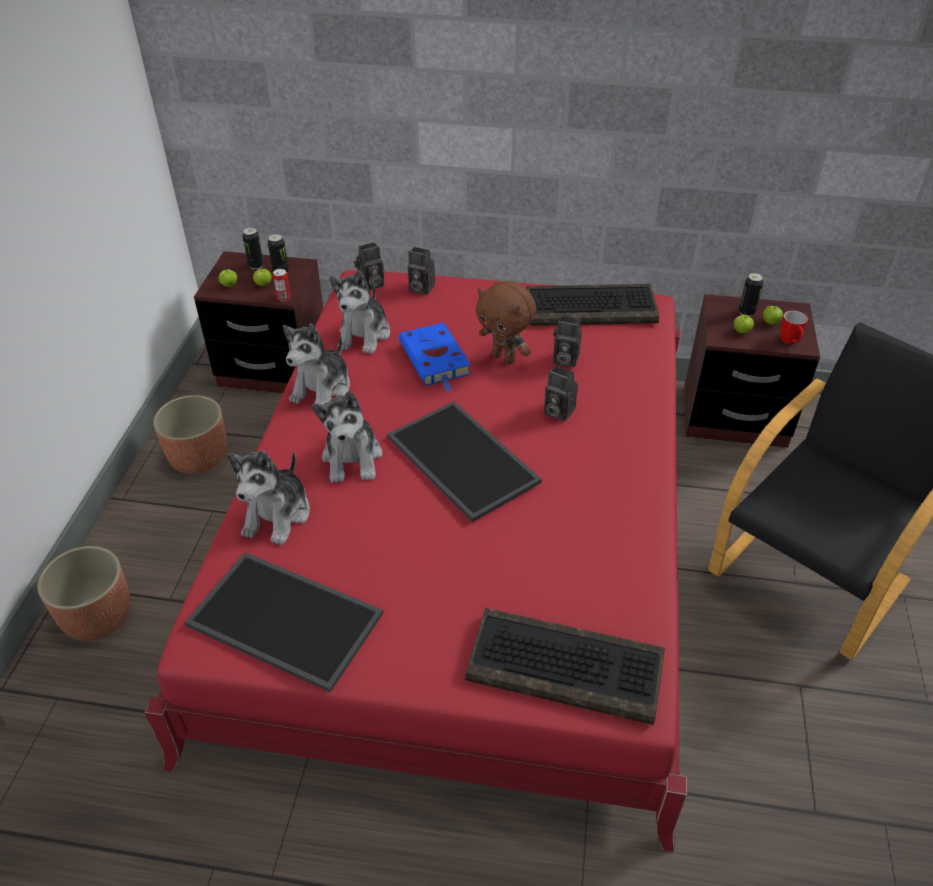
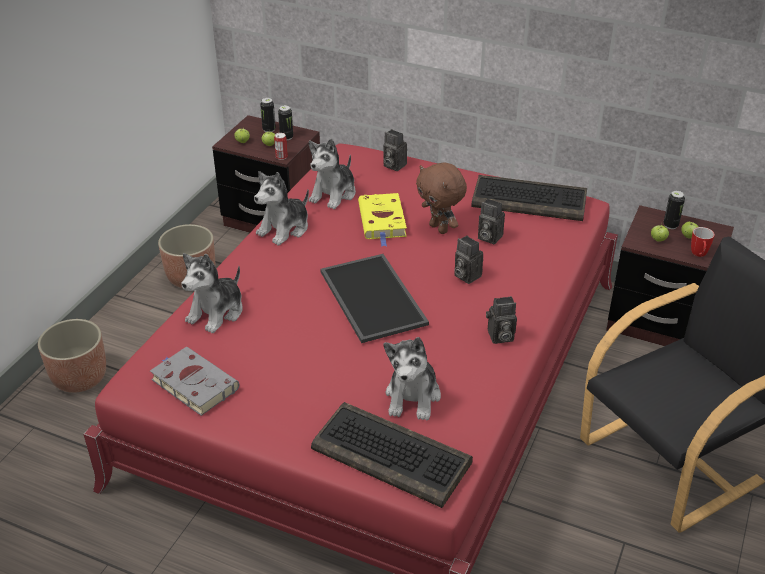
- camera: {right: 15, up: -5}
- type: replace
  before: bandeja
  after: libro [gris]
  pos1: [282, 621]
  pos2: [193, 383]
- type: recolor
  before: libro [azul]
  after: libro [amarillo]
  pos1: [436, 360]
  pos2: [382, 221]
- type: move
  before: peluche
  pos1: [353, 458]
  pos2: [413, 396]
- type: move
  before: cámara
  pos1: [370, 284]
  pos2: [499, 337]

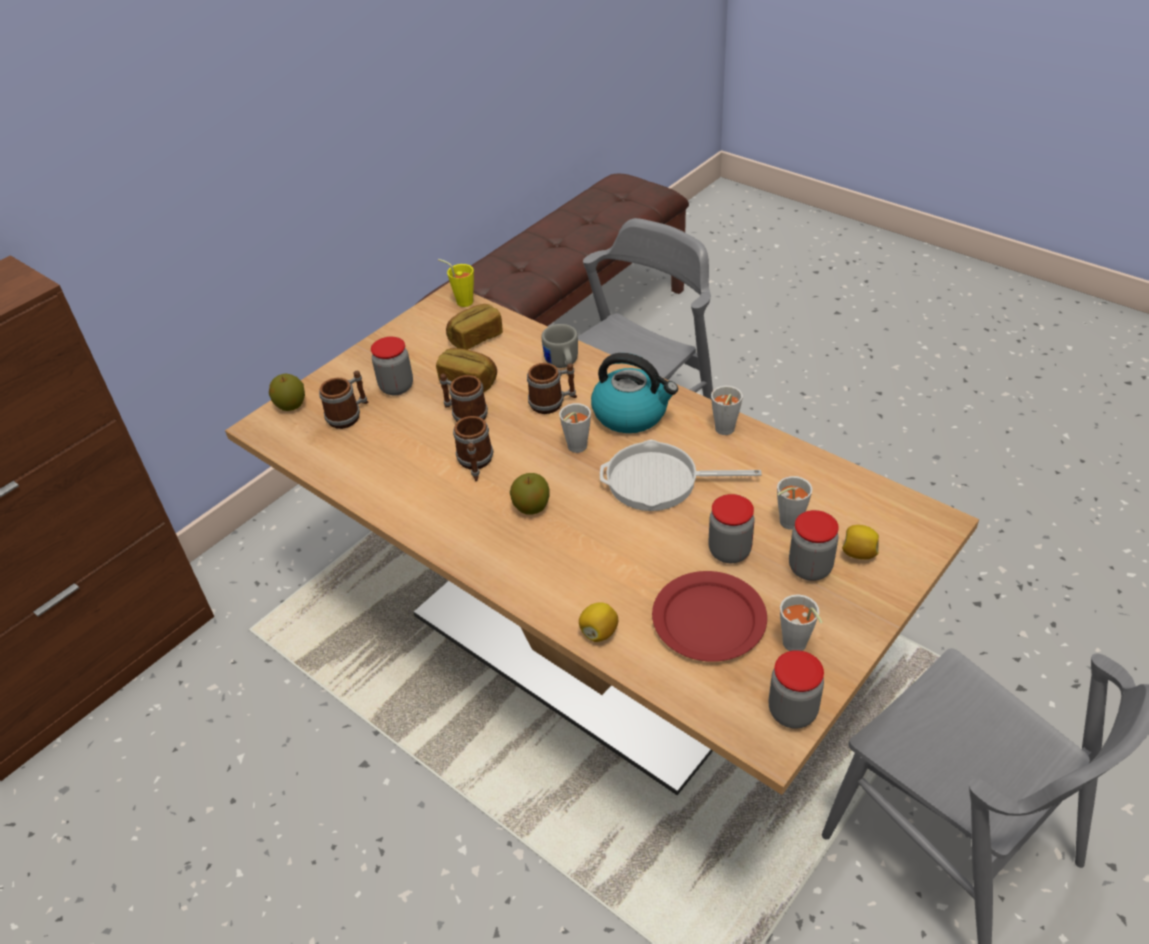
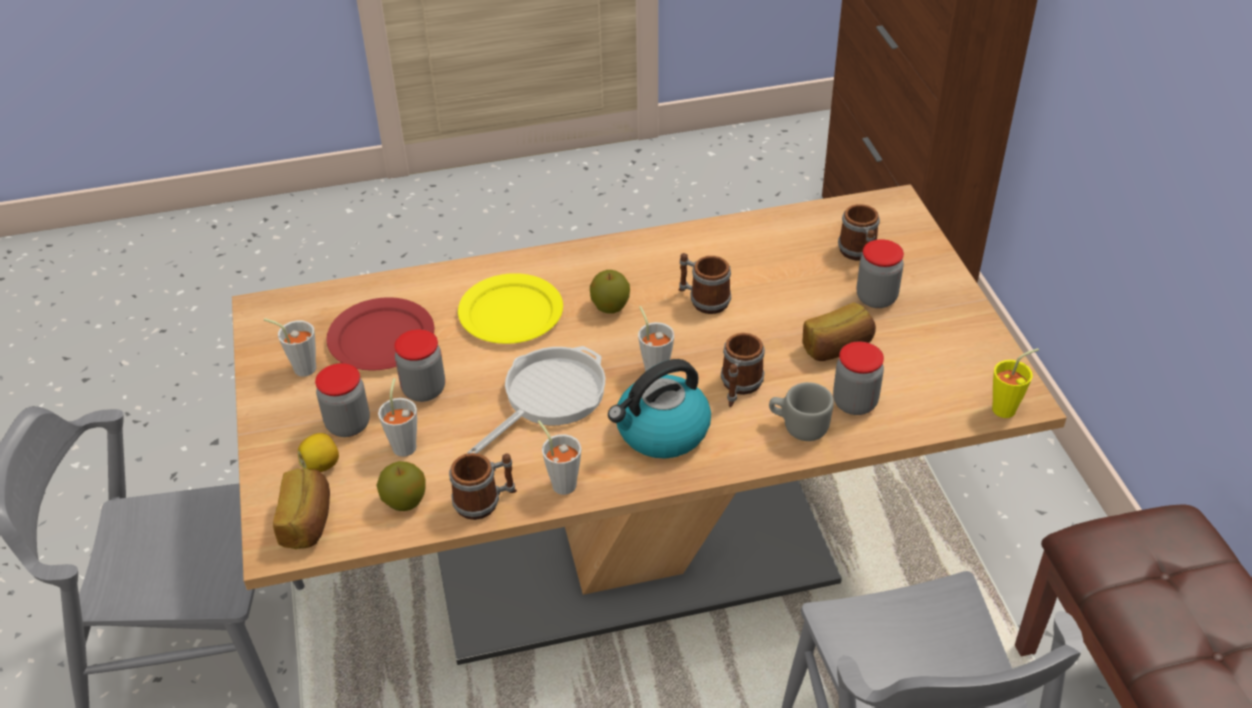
- camera: {right: 125, up: 0}
- type: move
  before: pan
  pos1: [475, 337]
  pos2: [308, 521]
- type: move
  before: manzana
  pos1: [291, 405]
  pos2: [405, 501]
- type: move
  before: taza grande
  pos1: [464, 414]
  pos2: [485, 501]
- type: insert
  after: plato [amarillo]
  pos2: [510, 313]
- type: move
  before: tarro
  pos1: [792, 711]
  pos2: [854, 403]
- type: delete
  before: limón
  pos1: [599, 632]

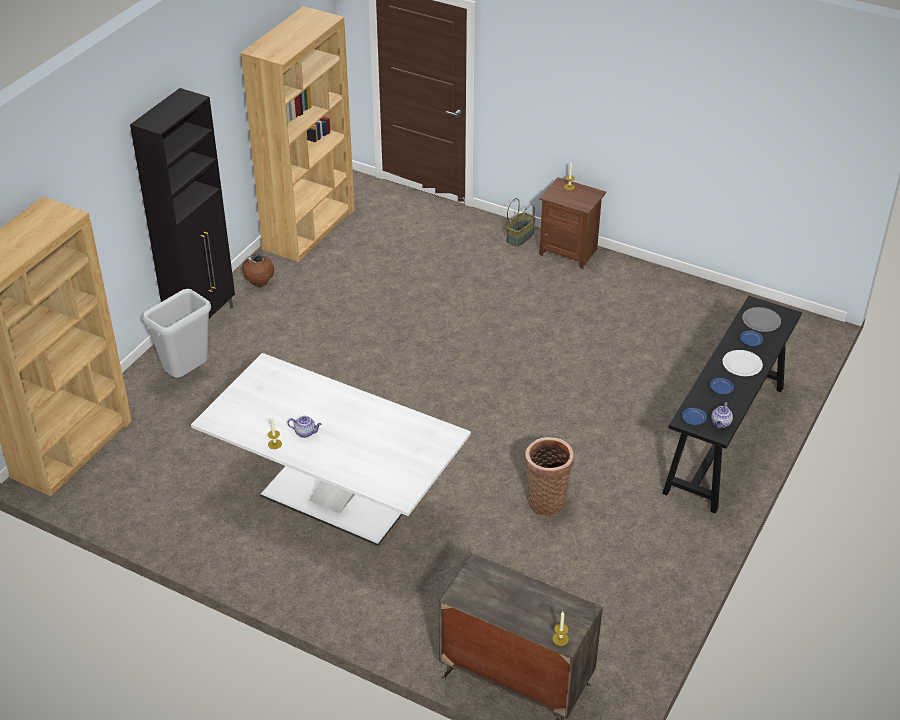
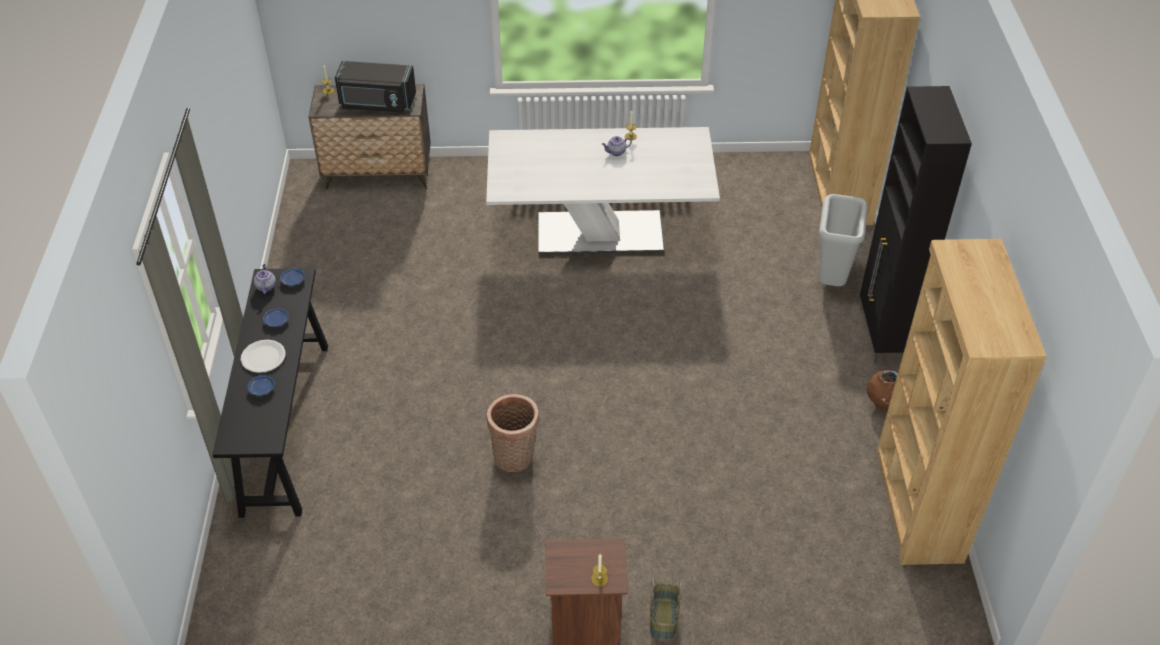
- camera: {right: 150, up: 5}
- type: insert
  after: microondas [negro]
  pos2: [377, 103]
- type: move
  before: cesta
  pos1: [546, 500]
  pos2: [515, 458]
- type: delete
  before: plato [gris]
  pos1: [761, 320]

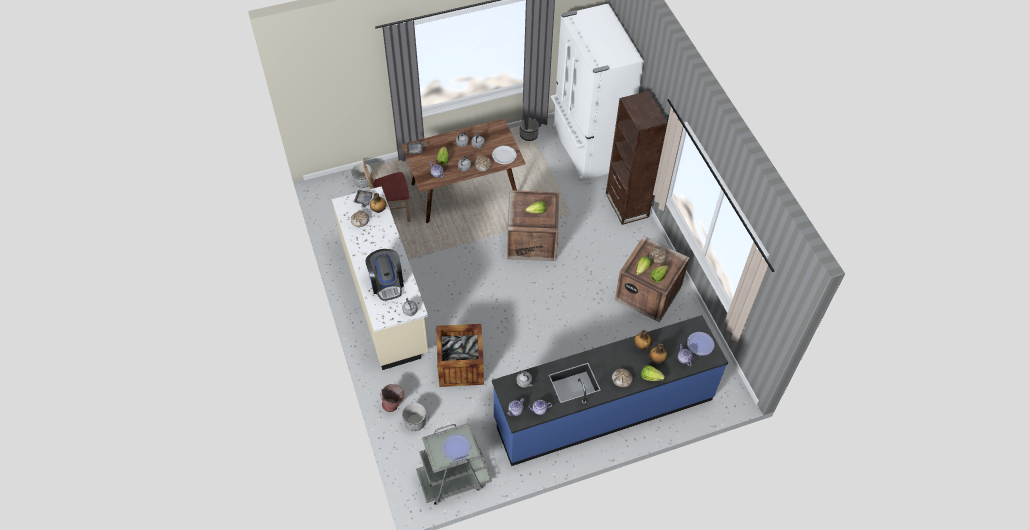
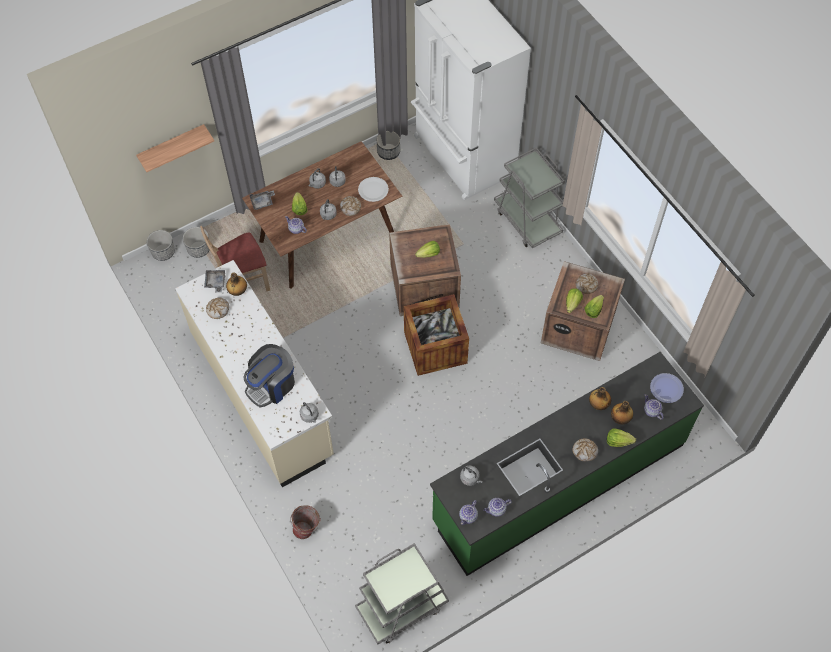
- camera: {right: -10, up: 5}
- type: insert
  after: estante
  pos2: [172, 147]
- type: move
  before: maceta
  pos1: [415, 422]
  pos2: [163, 252]
- type: rotate
  before: cafetera
  pos1: [387, 283]
  pos2: [272, 385]
  turn: 75
- type: move
  before: caja de embalaje
  pos1: [461, 366]
  pos2: [435, 347]
- type: recolor
  before: mueble bajo de cocina [azul]
  after: mueble bajo de cocina [verde]
  pos1: [603, 409]
  pos2: [558, 482]
- type: replace
  before: estantería [marrón]
  after: carrito [gris]
  pos1: [626, 205]
  pos2: [527, 220]
- type: delete
  before: plato
  pos1: [456, 448]

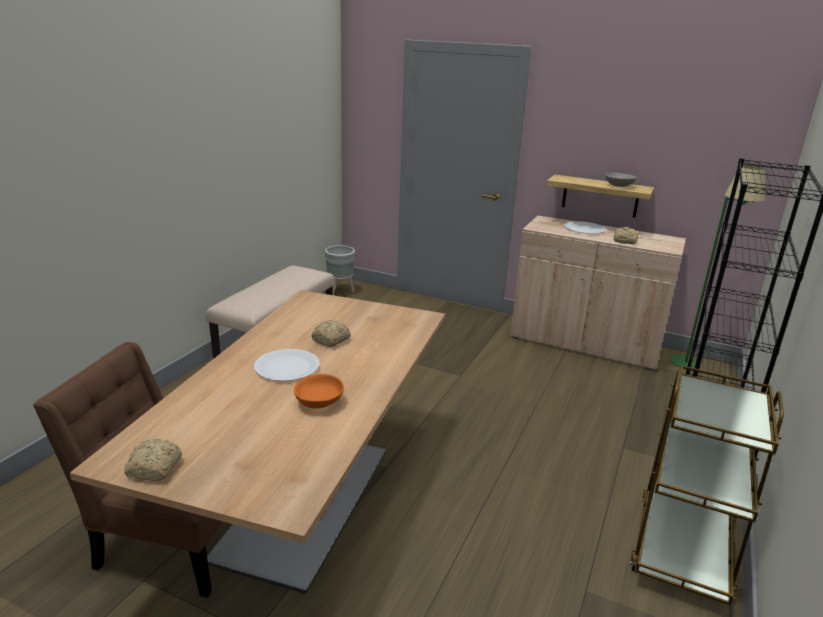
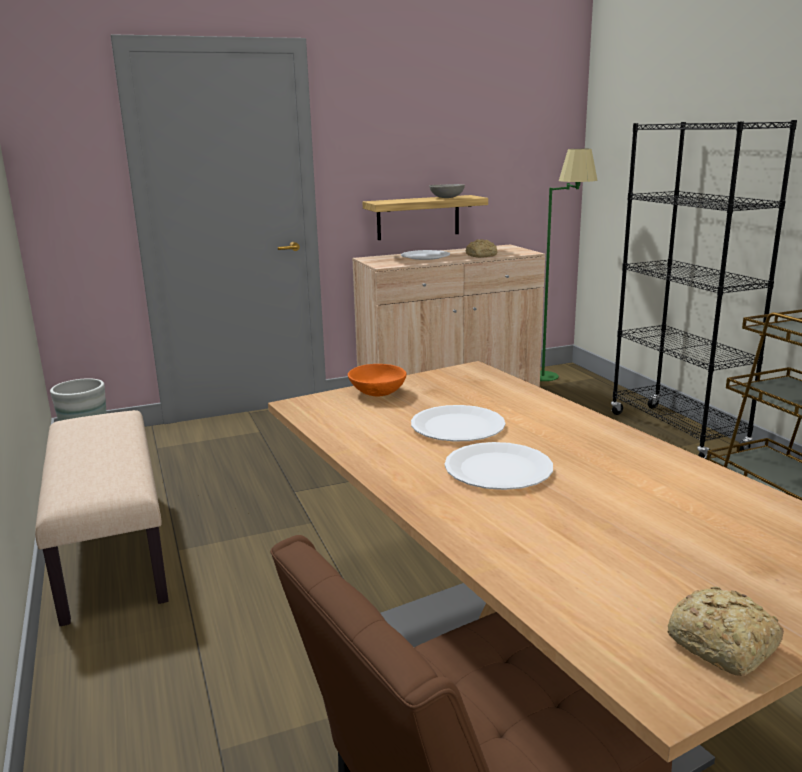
- camera: {right: -45, up: -5}
- type: move
  before: cuenco [naranja]
  pos1: [319, 402]
  pos2: [378, 393]
- type: replace
  before: pan
  after: plato [blanco]
  pos1: [330, 340]
  pos2: [457, 426]

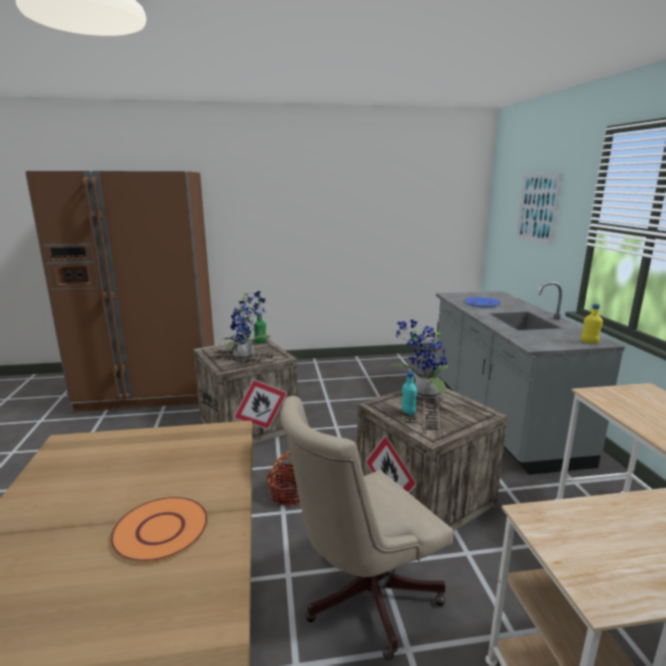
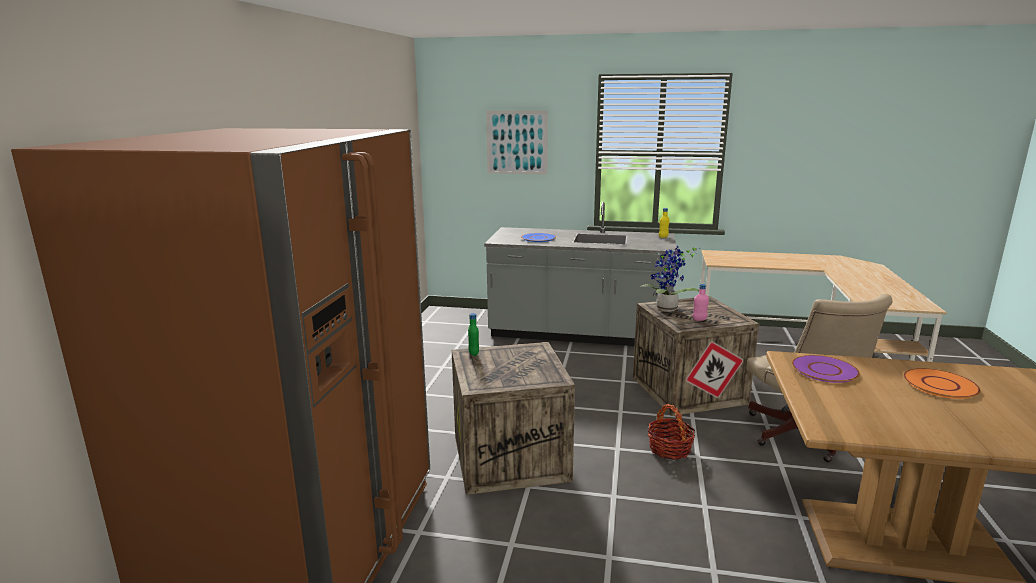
- camera: {right: -70, up: 0}
- type: recolor
  before: botella [turquesa]
  after: botella [rosa]
  pos1: [408, 412]
  pos2: [699, 319]
- type: insert
  after: plato [morado]
  pos2: [824, 370]
- type: delete
  before: planta en maceta
  pos1: [246, 357]

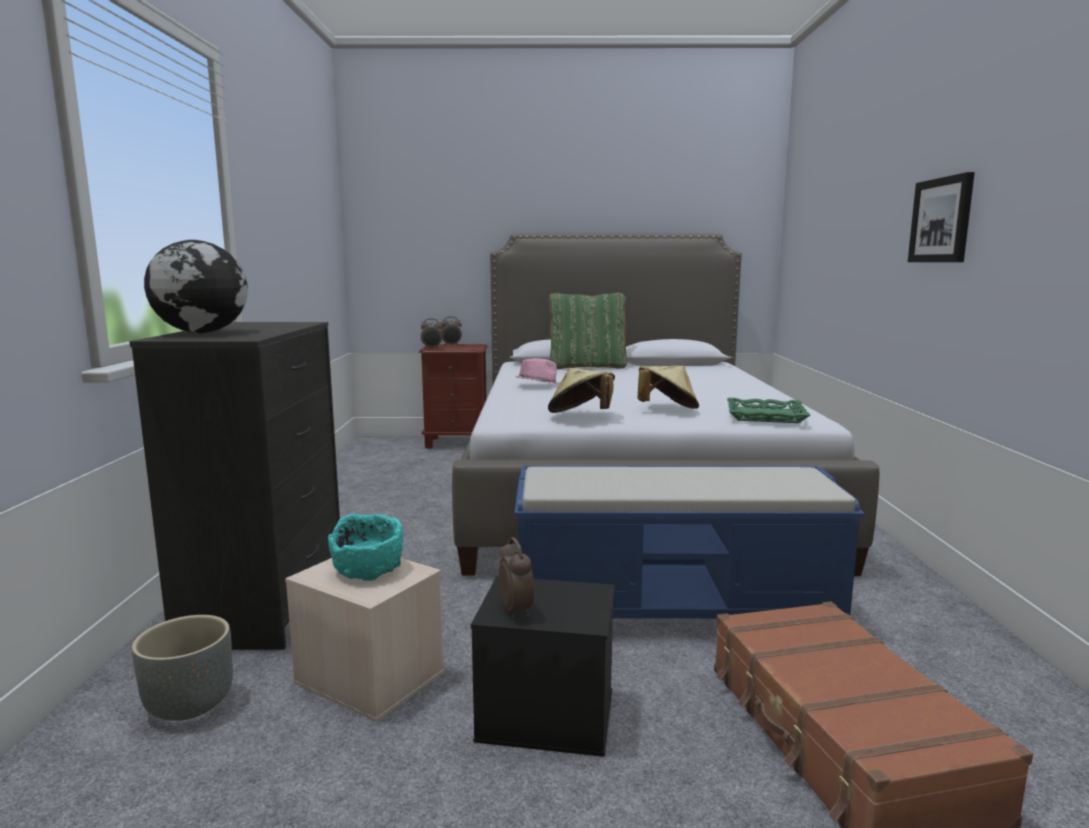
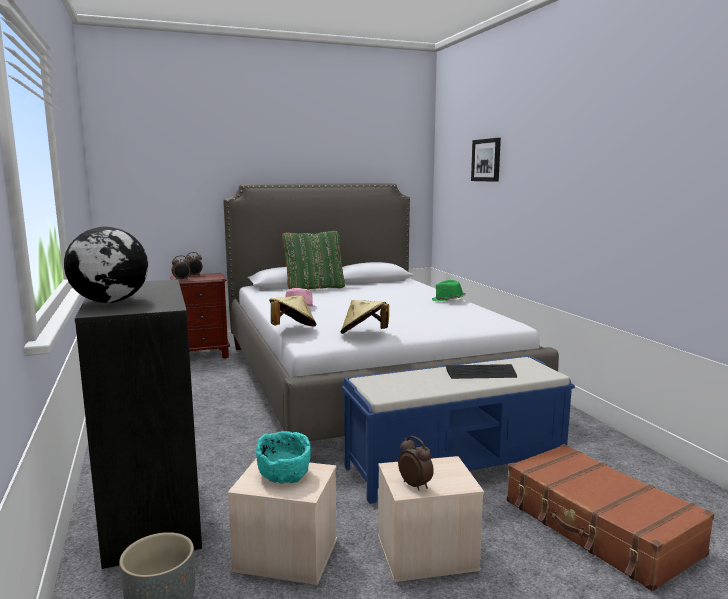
- camera: {right: -20, up: 0}
- type: move
  before: sombrero [beis]
  pos1: [667, 409]
  pos2: [292, 329]
- type: recolor
  before: caja de almacenaje [negro]
  after: caja de almacenaje [beis]
  pos1: [544, 716]
  pos2: [426, 554]
- type: insert
  after: sombrero [verde]
  pos2: [448, 300]
- type: insert
  after: teclado
  pos2: [481, 373]
- type: move
  before: cuadro
  pos1: [942, 220]
  pos2: [486, 160]
- type: delete
  before: bandeja [verde]
  pos1: [765, 416]

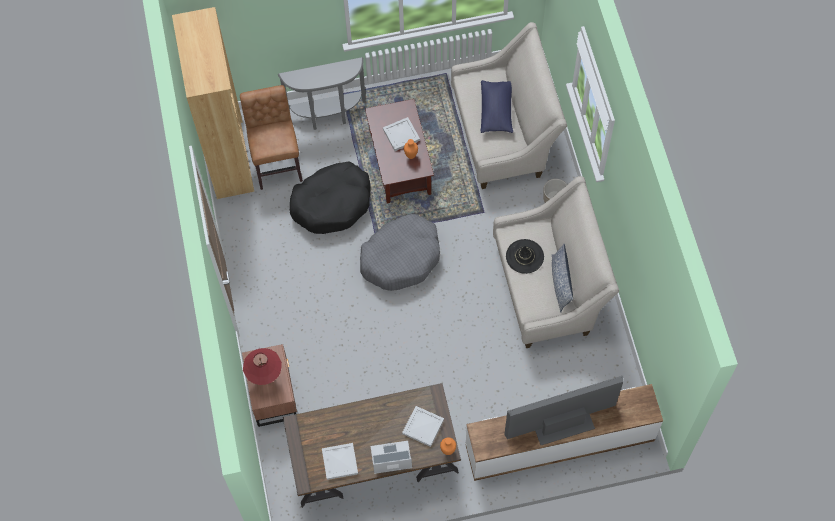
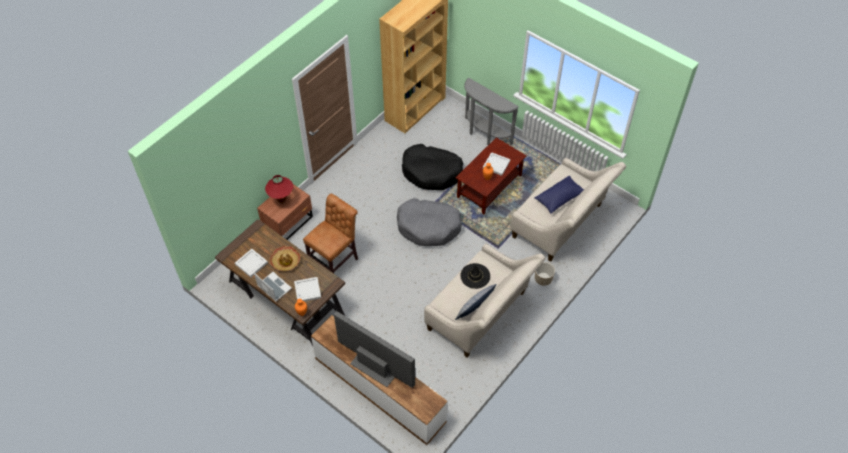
- camera: {right: 50, up: -10}
- type: insert
  after: sombrero
  pos2: [285, 261]
- type: move
  before: silla [marrón]
  pos1: [277, 162]
  pos2: [335, 260]

